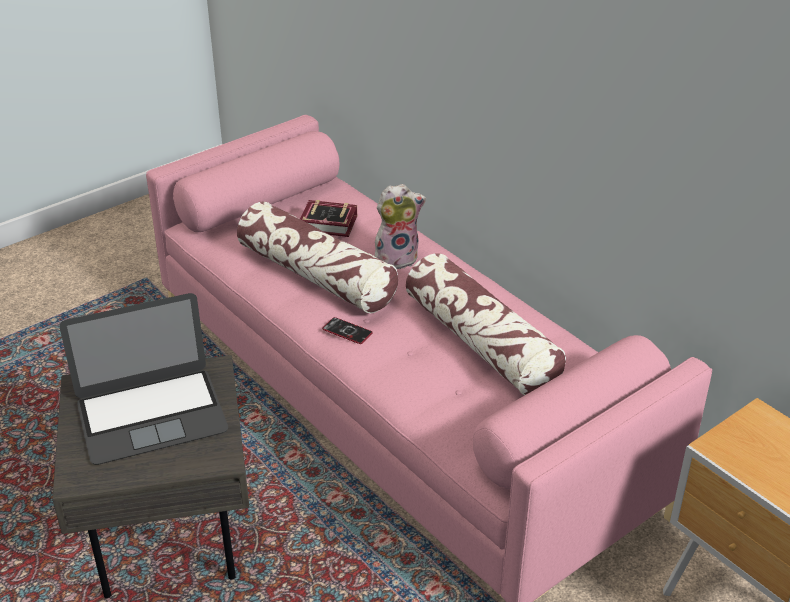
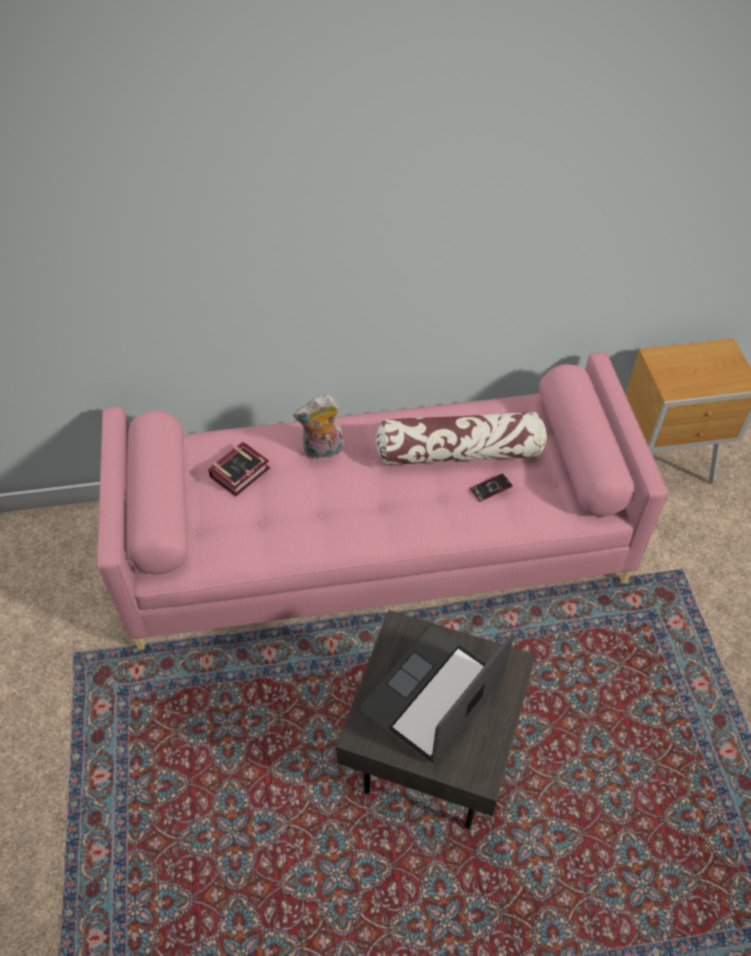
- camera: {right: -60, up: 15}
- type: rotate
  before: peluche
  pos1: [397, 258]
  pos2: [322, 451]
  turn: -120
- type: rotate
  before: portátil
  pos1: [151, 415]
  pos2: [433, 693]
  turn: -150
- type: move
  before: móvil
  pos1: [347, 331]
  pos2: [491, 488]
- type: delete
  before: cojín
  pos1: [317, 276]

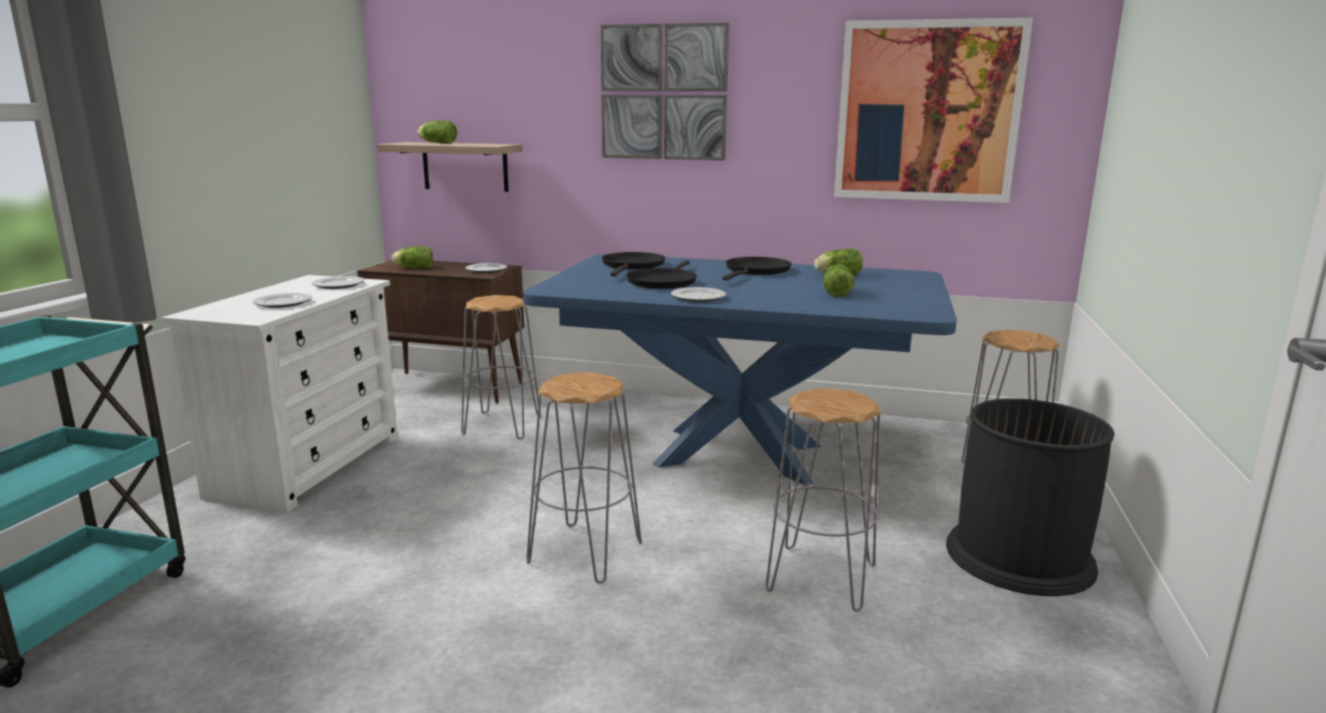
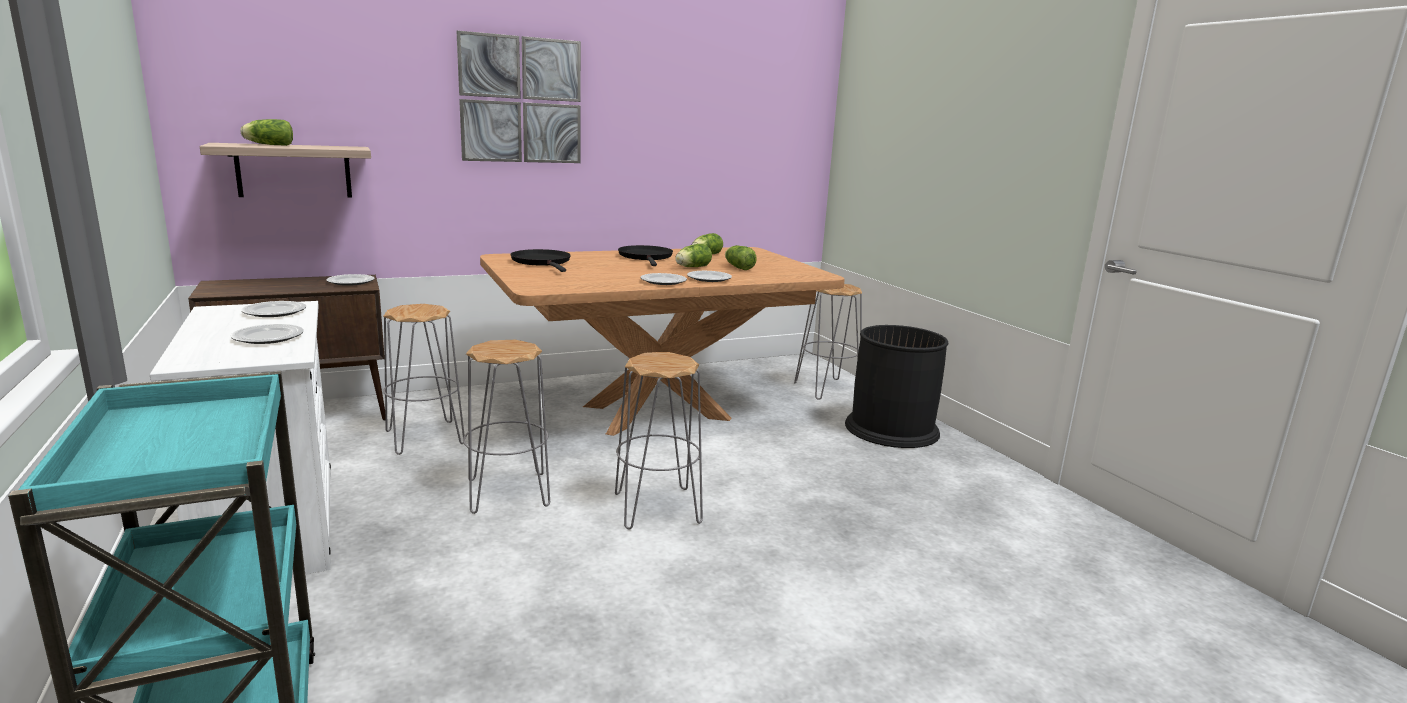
- camera: {right: -40, up: 0}
- type: move
  before: taburete [gris]
  pos1: [820, 577]
  pos2: [507, 493]
- type: recolor
  before: mesa de comedor [azul]
  after: mesa de comedor [marrón]
  pos1: [738, 454]
  pos2: [655, 412]
- type: move
  before: lechuga
  pos1: [413, 268]
  pos2: [691, 267]
- type: insert
  after: plato
  pos2: [708, 278]
- type: delete
  before: sartén [negro]
  pos1: [662, 282]
- type: delete
  before: cuadro
  pos1: [927, 112]

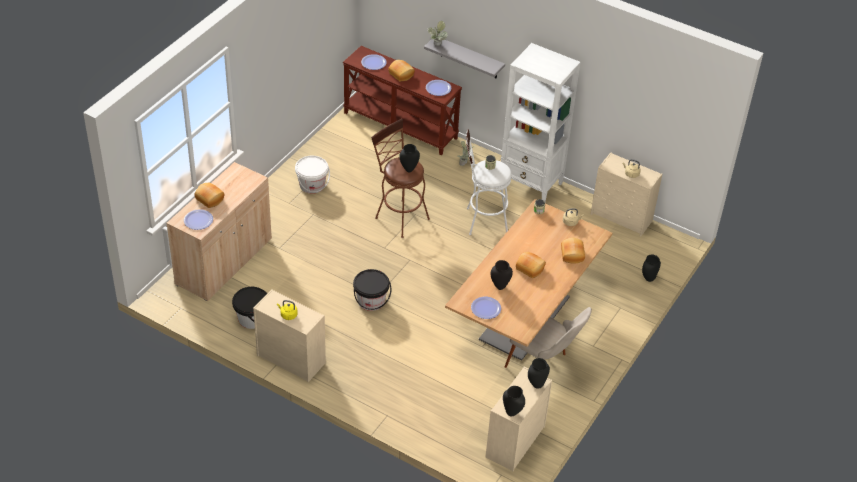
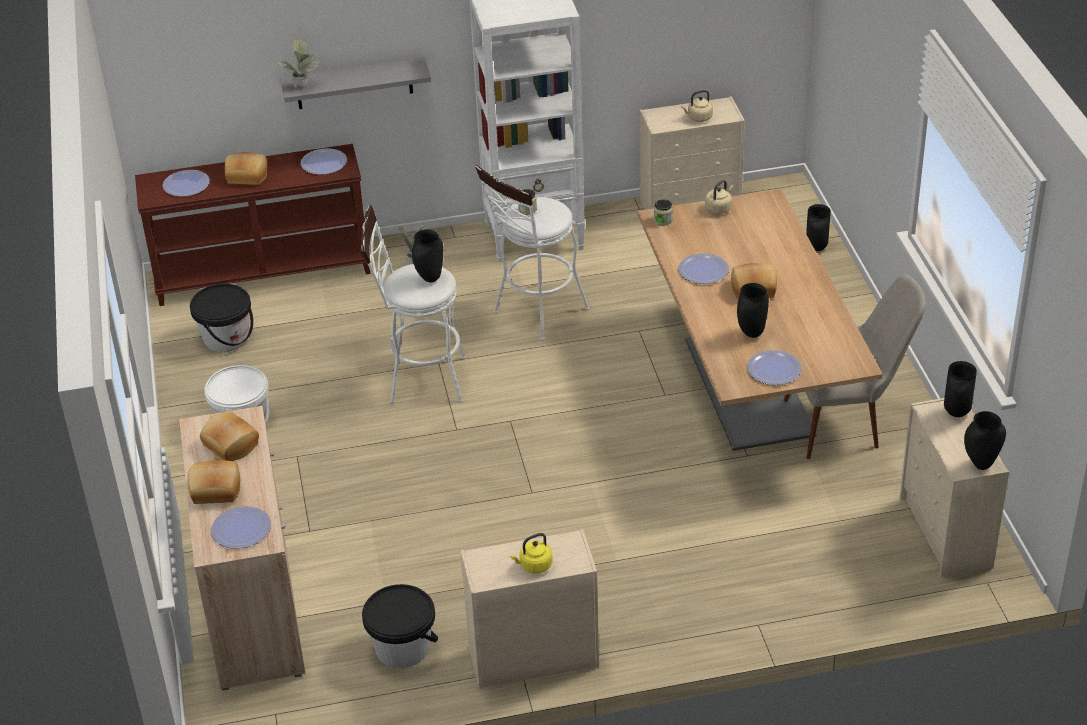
- camera: {right: -40, up: -5}
- type: move
  before: cubo [negro]
  pos1: [371, 300]
  pos2: [226, 337]
- type: move
  before: pan
  pos1: [571, 254]
  pos2: [229, 445]
- type: recolor
  before: taburete [marrón]
  after: taburete [blanco]
  pos1: [399, 216]
  pos2: [420, 379]
- type: insert
  after: plato
  pos2: [703, 270]

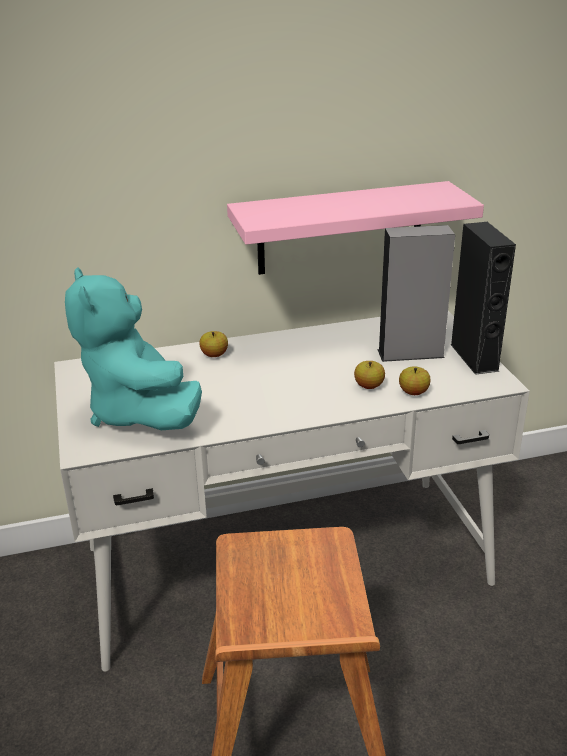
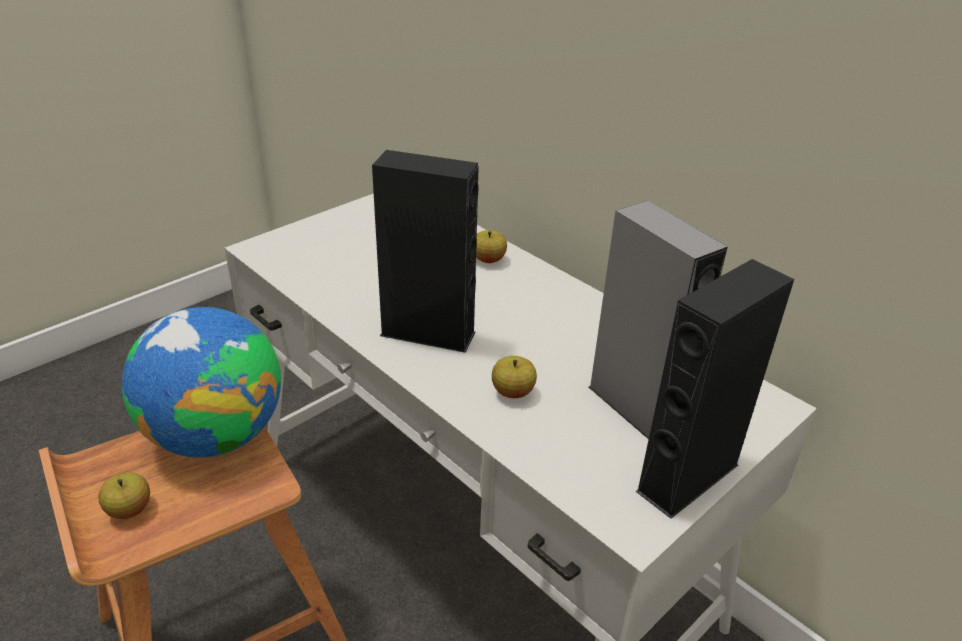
- camera: {right: 60, up: 5}
- type: move
  before: manzana
  pos1: [413, 392]
  pos2: [129, 509]
- type: insert
  after: globo terráqueo
  pos2: [216, 435]
- type: insert
  after: altavoz [negro]
  pos2: [428, 333]
- type: delete
  before: peluche [turquesa]
  pos1: [139, 413]
- type: delete
  before: estante [rosa]
  pos1: [340, 228]

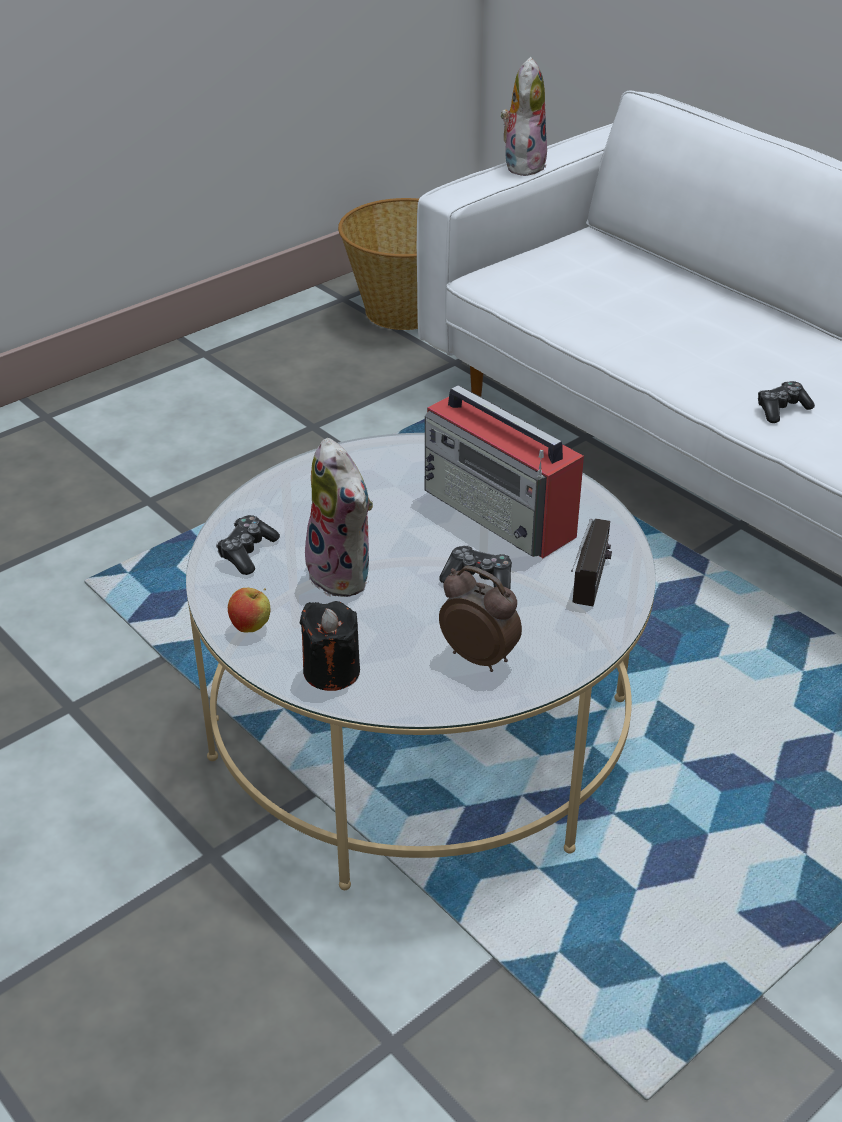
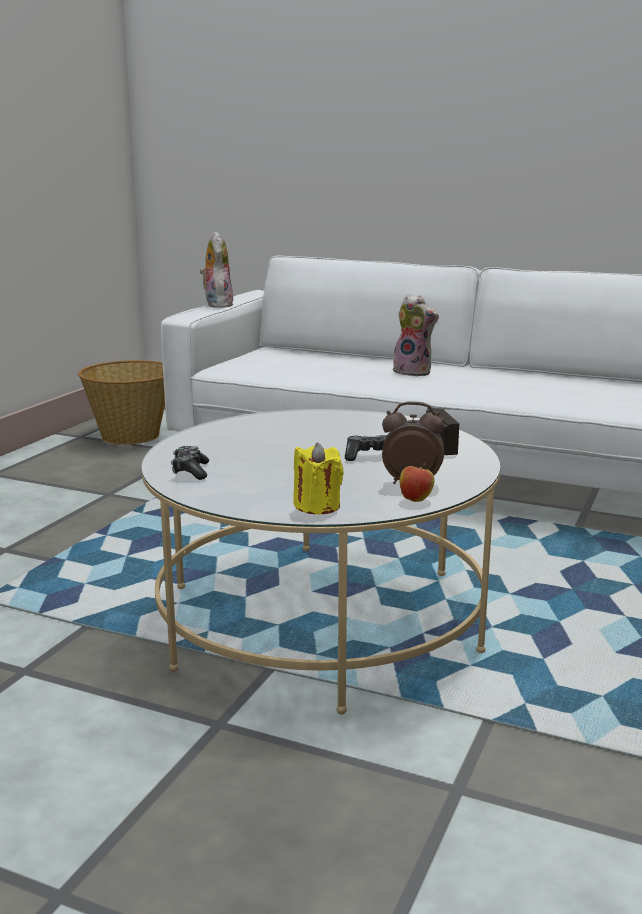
- camera: {right: -25, up: -20}
- type: recolor
  before: vela [negro]
  after: vela [amarillo]
  pos1: [331, 671]
  pos2: [317, 506]
- type: move
  before: peluche
  pos1: [344, 574]
  pos2: [414, 372]
- type: move
  before: manzana
  pos1: [251, 627]
  pos2: [416, 500]
- type: delete
  before: radio
  pos1: [500, 513]
- type: delete
  before: mando de consola
  pos1: [781, 409]

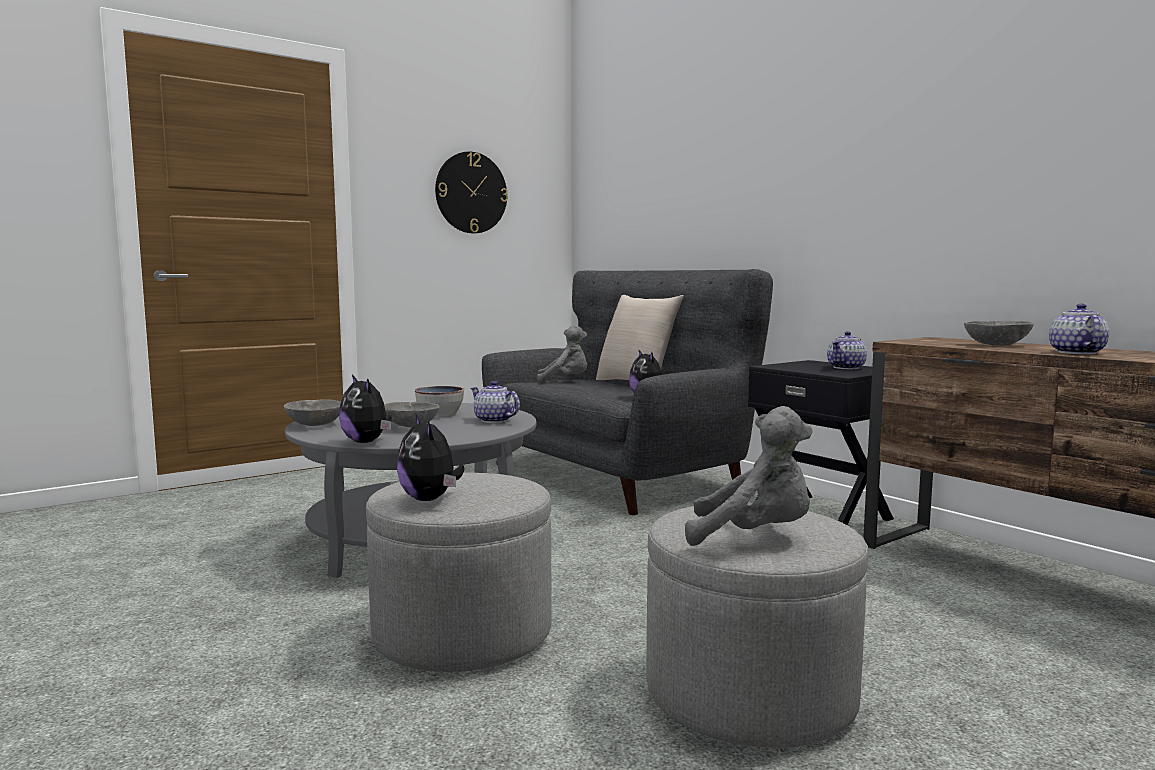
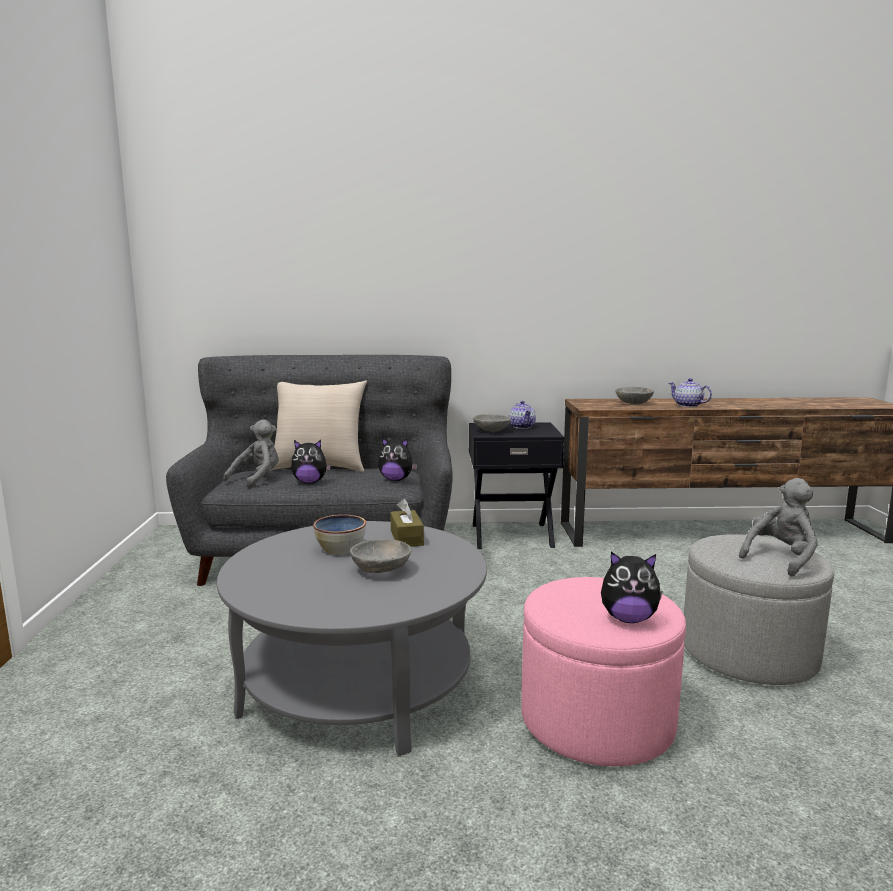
- camera: {right: -55, up: 5}
- type: move
  before: peluche
  pos1: [367, 442]
  pos2: [310, 482]
- type: replace
  before: tetera
  after: caja de pañuelos [marrón]
  pos1: [494, 420]
  pos2: [406, 538]
- type: move
  before: cuenco [gris]
  pos1: [314, 425]
  pos2: [491, 431]
- type: recolor
  before: puf [gris]
  after: puf [rosa]
  pos1: [462, 633]
  pos2: [597, 720]
- type: delete
  before: reloj de pared
  pos1: [471, 193]

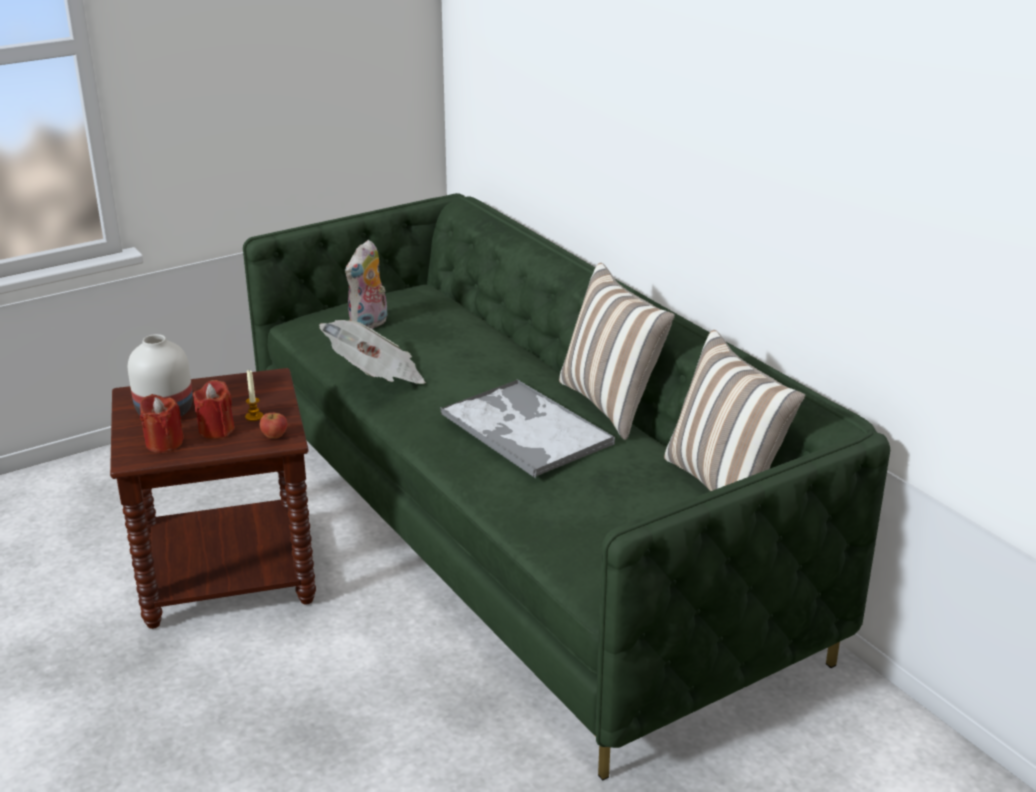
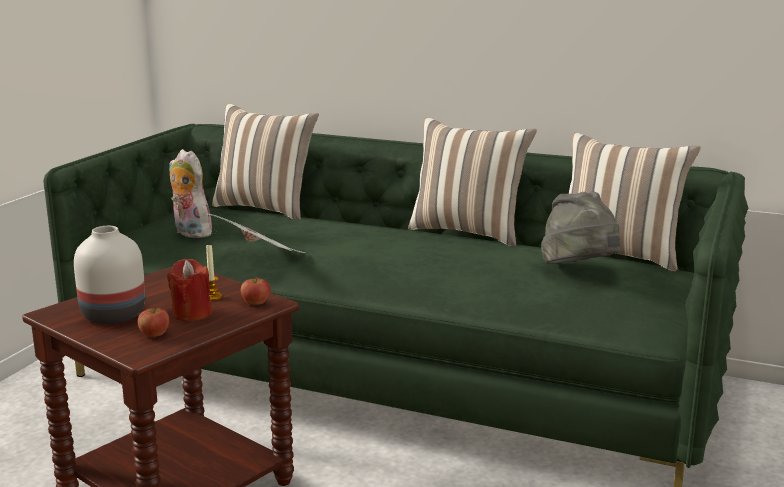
- camera: {right: -35, up: -10}
- type: replace
  before: vela [rojo]
  after: manzana
  pos1: [164, 443]
  pos2: [154, 335]
- type: rotate
  before: peluche
  pos1: [369, 325]
  pos2: [189, 233]
  turn: 135
- type: insert
  after: cojín
  pos2: [266, 208]
- type: insert
  after: sombrero [gris]
  pos2: [580, 271]
- type: delete
  before: bandeja
  pos1: [524, 428]

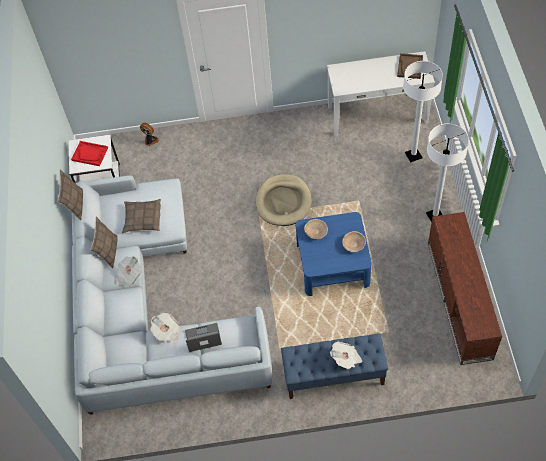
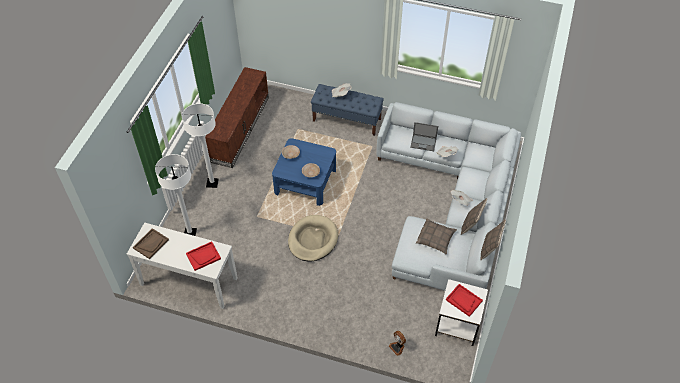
- camera: {right: -160, up: -5}
- type: insert
  after: bandeja [rojo]
  pos2: [203, 256]

